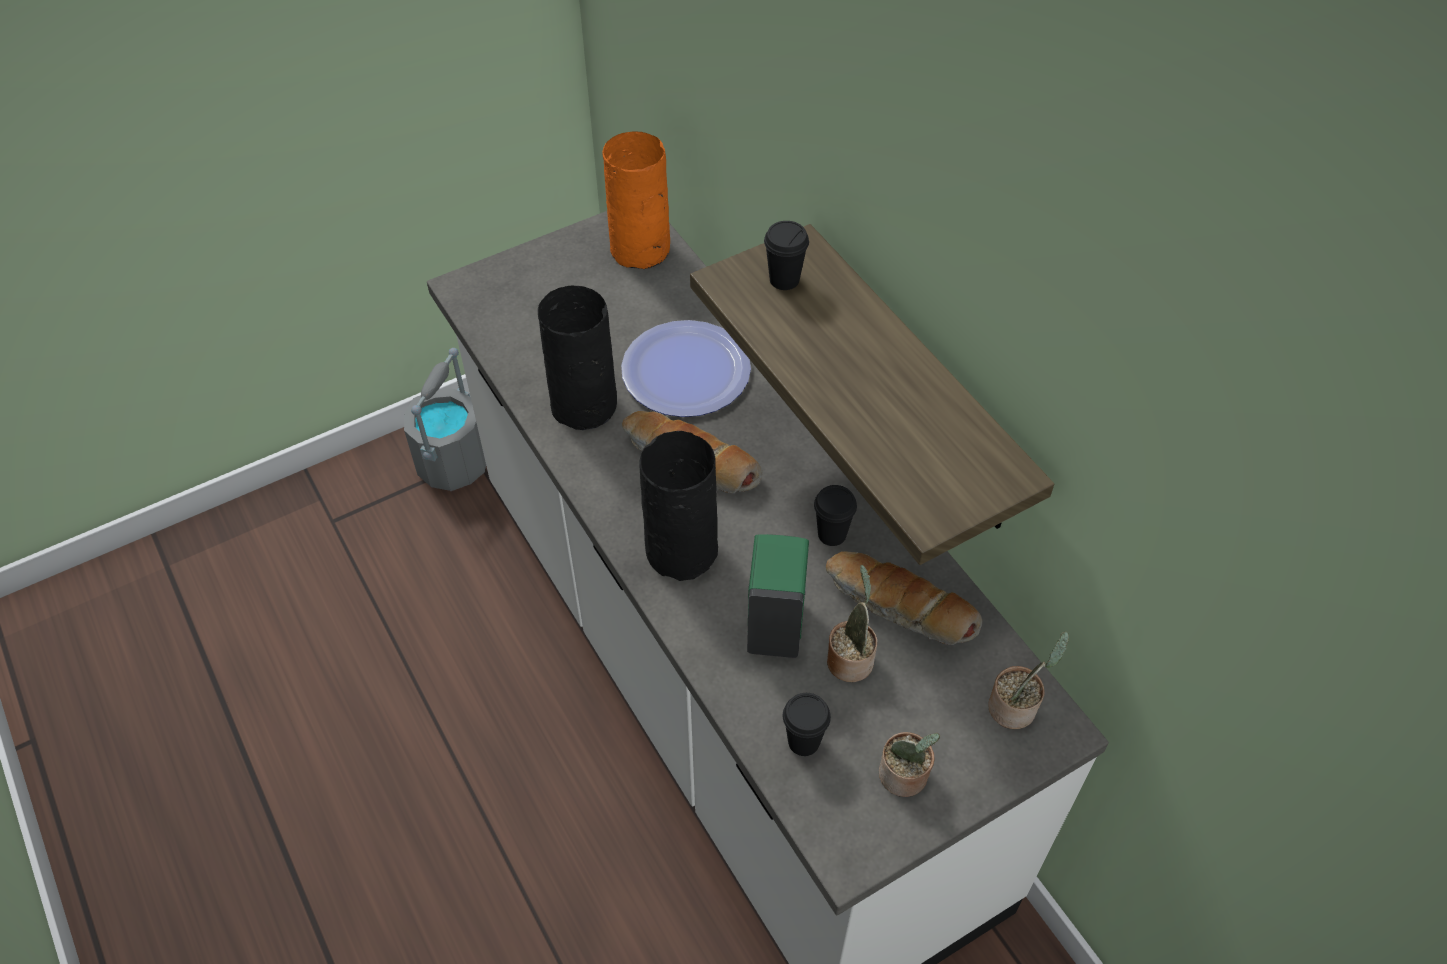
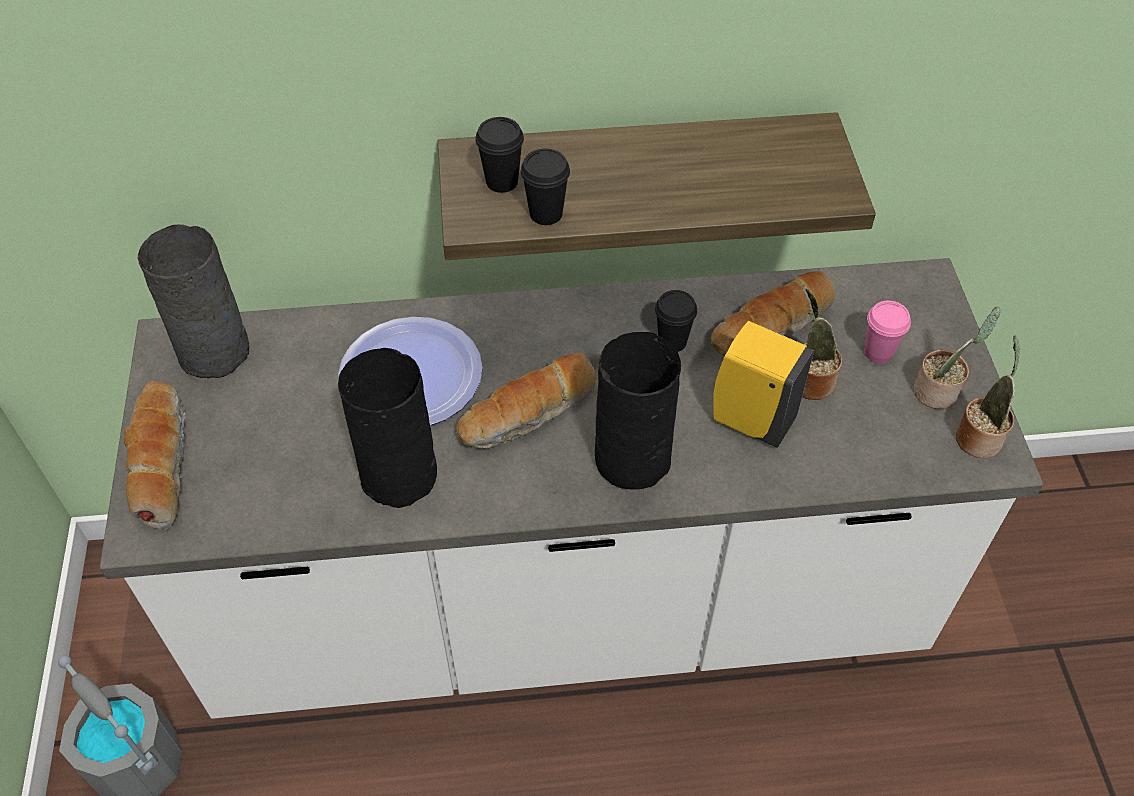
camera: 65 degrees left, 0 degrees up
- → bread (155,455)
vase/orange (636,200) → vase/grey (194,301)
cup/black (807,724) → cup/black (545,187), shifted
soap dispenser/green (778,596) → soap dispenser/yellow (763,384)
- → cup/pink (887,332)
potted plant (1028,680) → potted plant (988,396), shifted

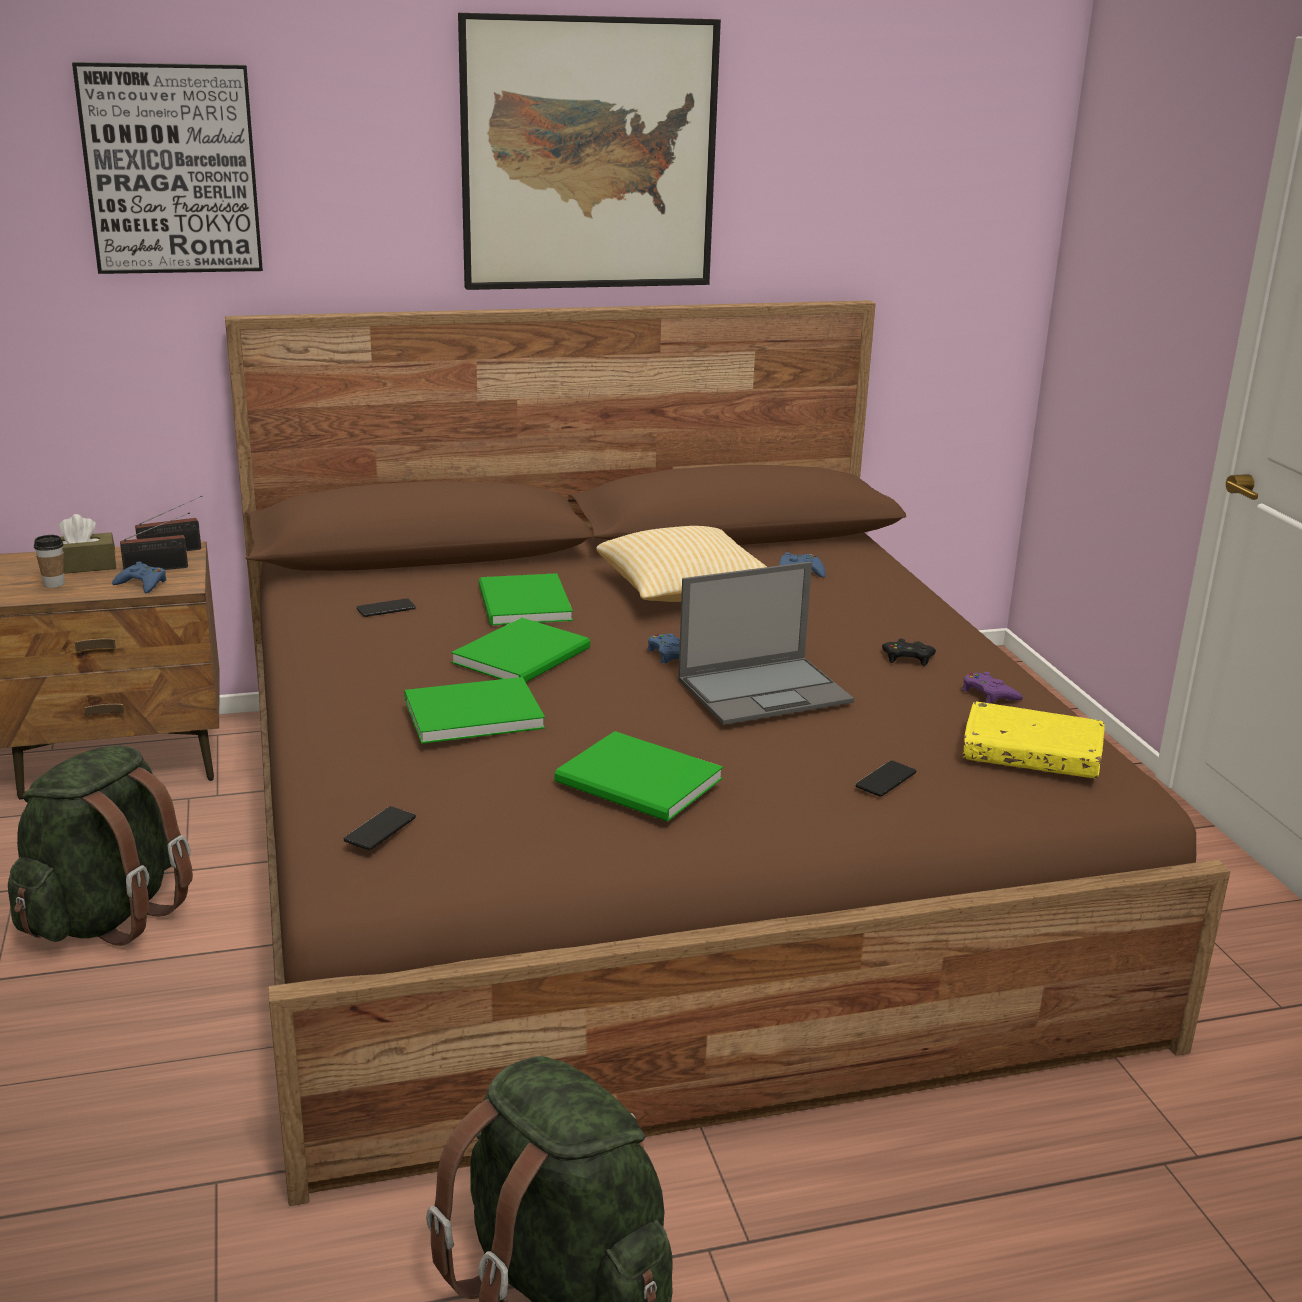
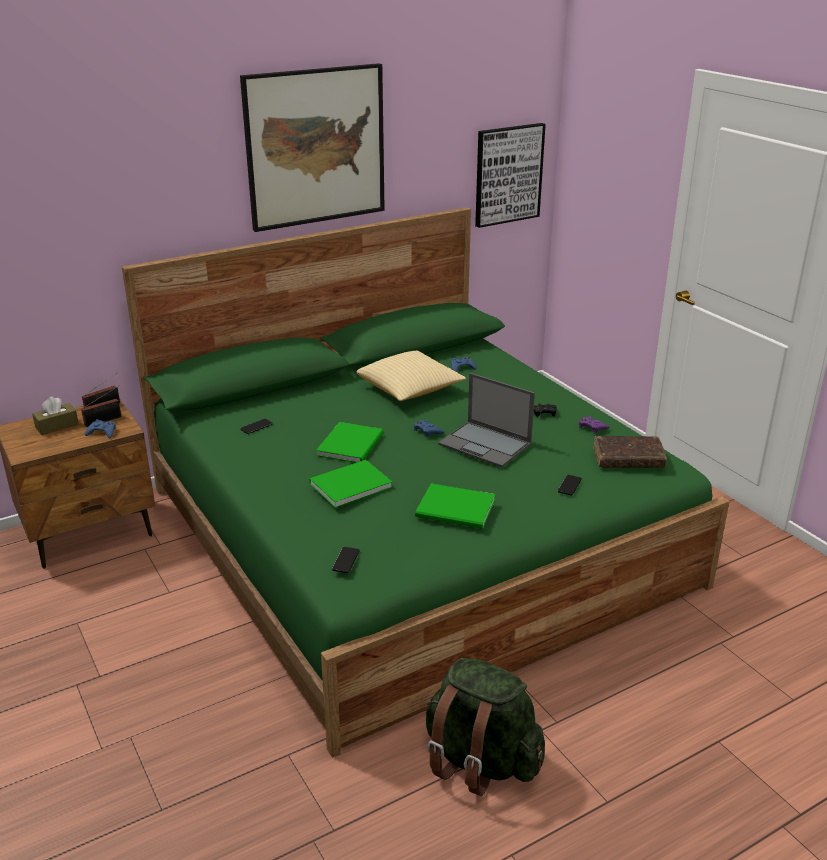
camera: 15 degrees left, 5 degrees up
bed/brown (727,753) → bed/green (425,482)
laptop (766,643) → laptop (486,420), 75 degrees clockwise
picture (167,168) → picture (510,175), shifted
book/yellow (1033,740) → book/brown (630,452)
backpack/green (100,845) → -
cup (49,561) → -
book/green (526,599) → -

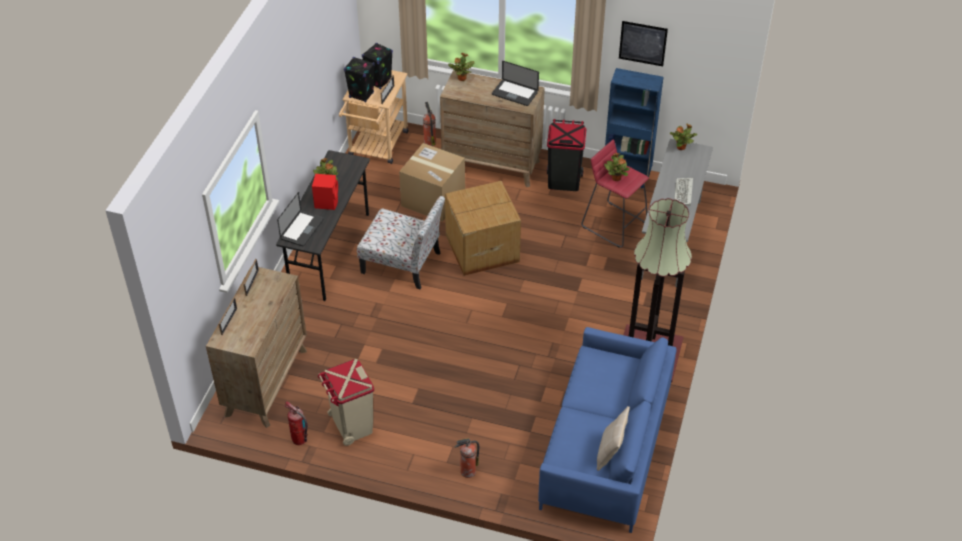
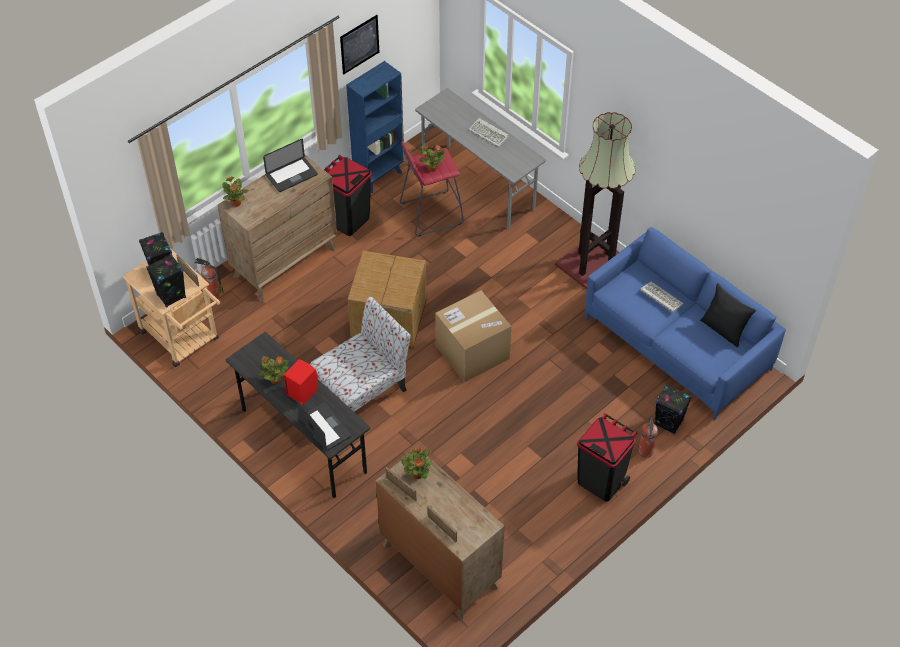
camera: 60 degrees left, 5 degrees up
potted plant (683,137) → potted plant (416,463), shifted
cardboard box (432,182) → cardboard box (473,336), shifted
- → trash can/black (607,457)
- → keyboard (662,297)
- → speaker/black (673,409)
pillow/beige (613,438) → pillow/black (728,315)
fire extinguisher (296,423) → -
trash can/beige (346,402) → -

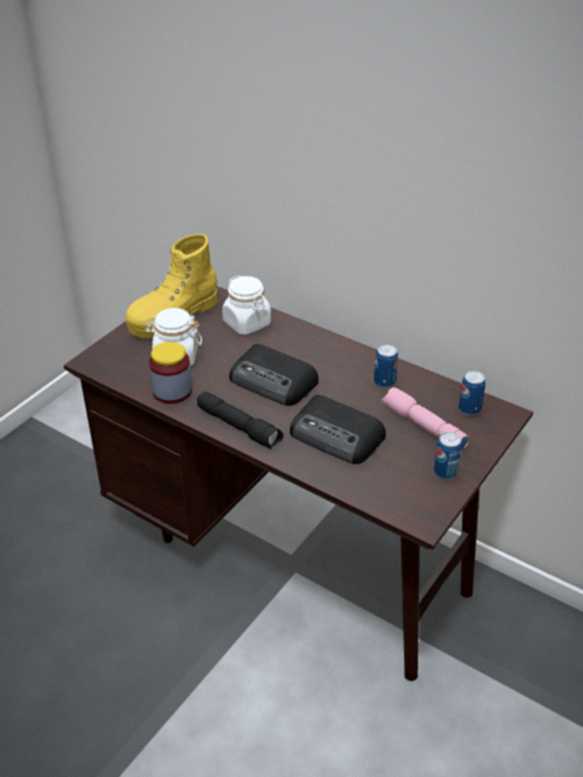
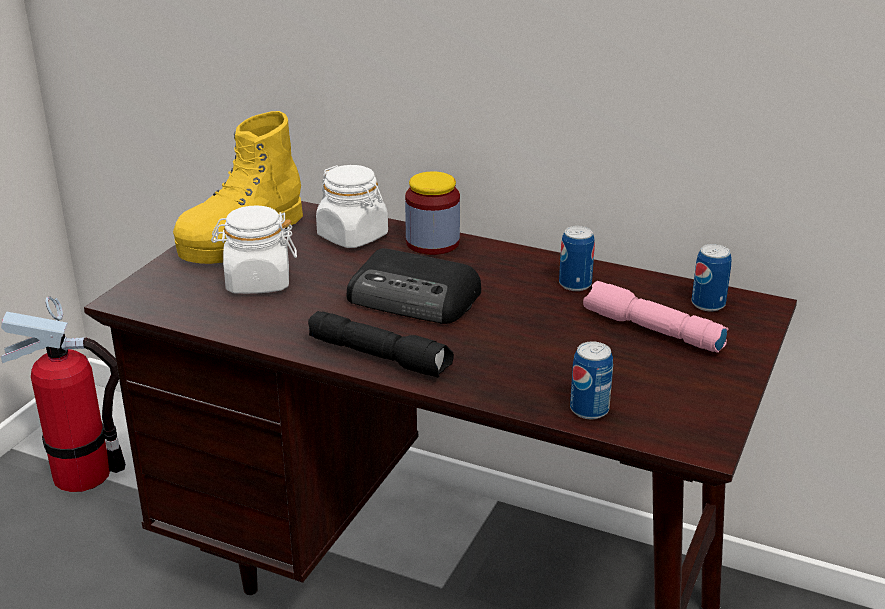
camera: 10 degrees left, 10 degrees down
- → fire extinguisher (63,394)
jar (170,373) → jar (432,213), shifted
can (447,455) → can (591,380), shifted
radio (338,429) → -

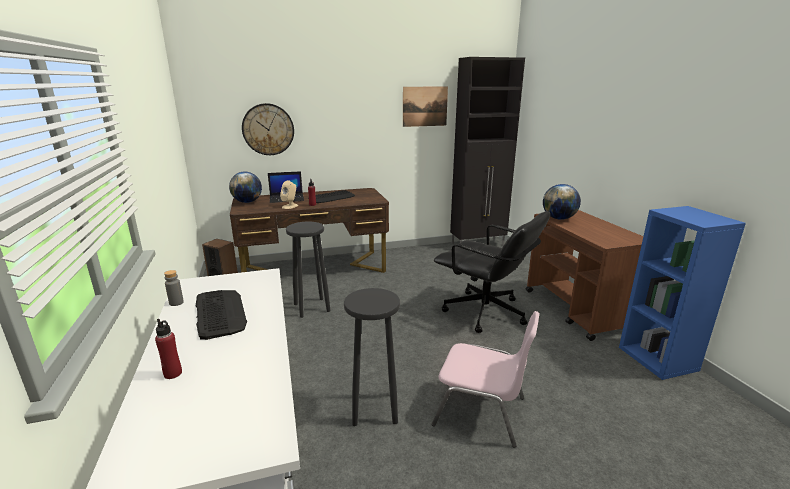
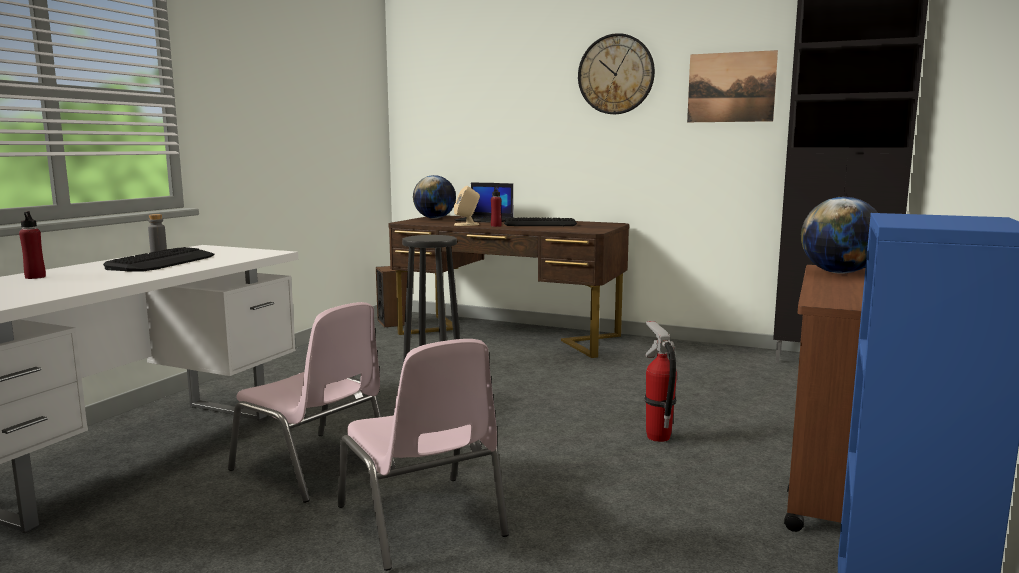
camera: 40 degrees right, 10 degrees down
stool/black (372,357) → chair/pink (304,402)
wall clock (268,129) → wall clock (616,73), shifted
office chair/black (492,272) → fire extinguisher (660,381)

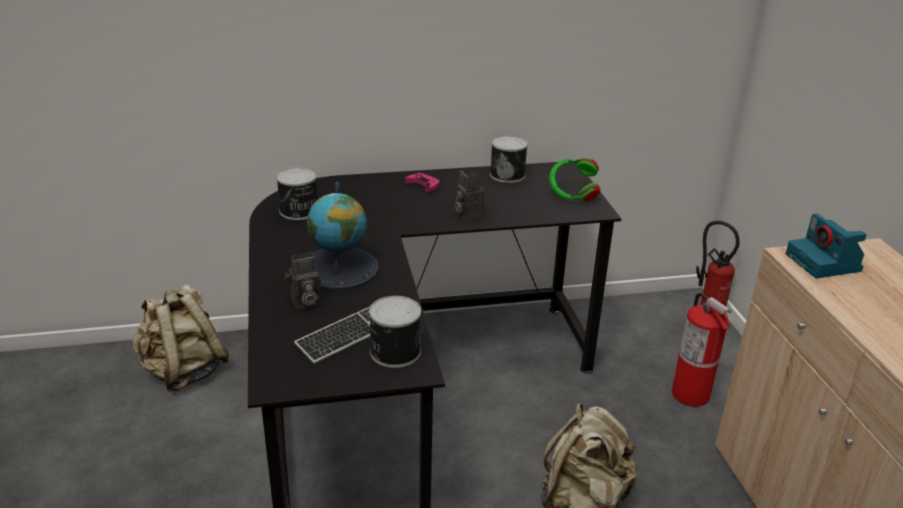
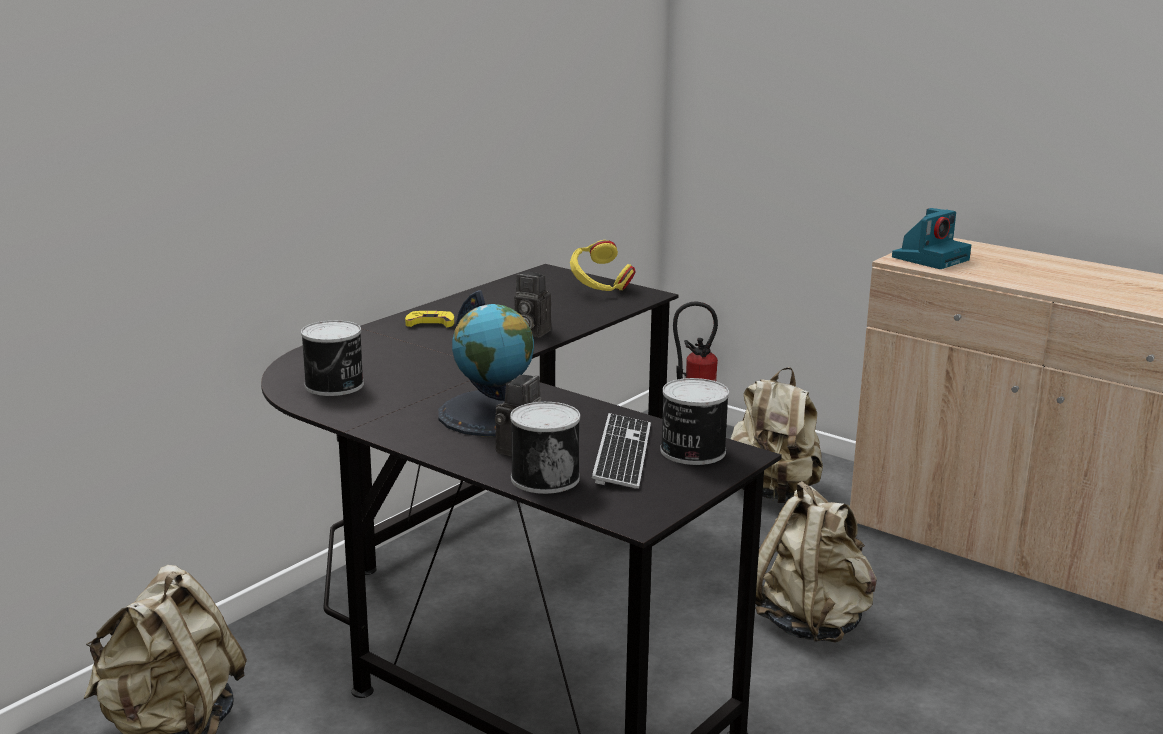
camera: 40 degrees left, 10 degrees down
game controller/pink (423,182) → game controller/yellow (429,319)
can (509,159) → can (545,448), shifted
headphones/green (574,179) → headphones/yellow (603,265)
fire extinguisher (702,350) → backpack/beige (777,435)
photo camera (826,246) → photo camera (931,238), 75 degrees counterclockwise

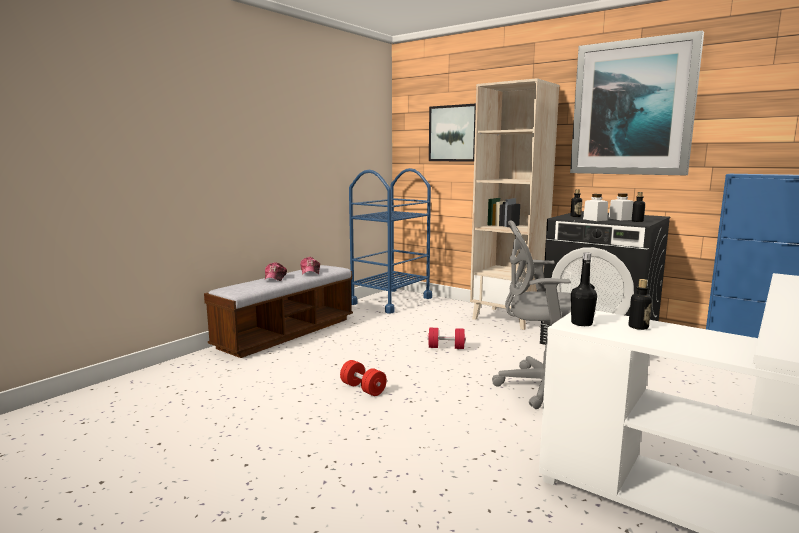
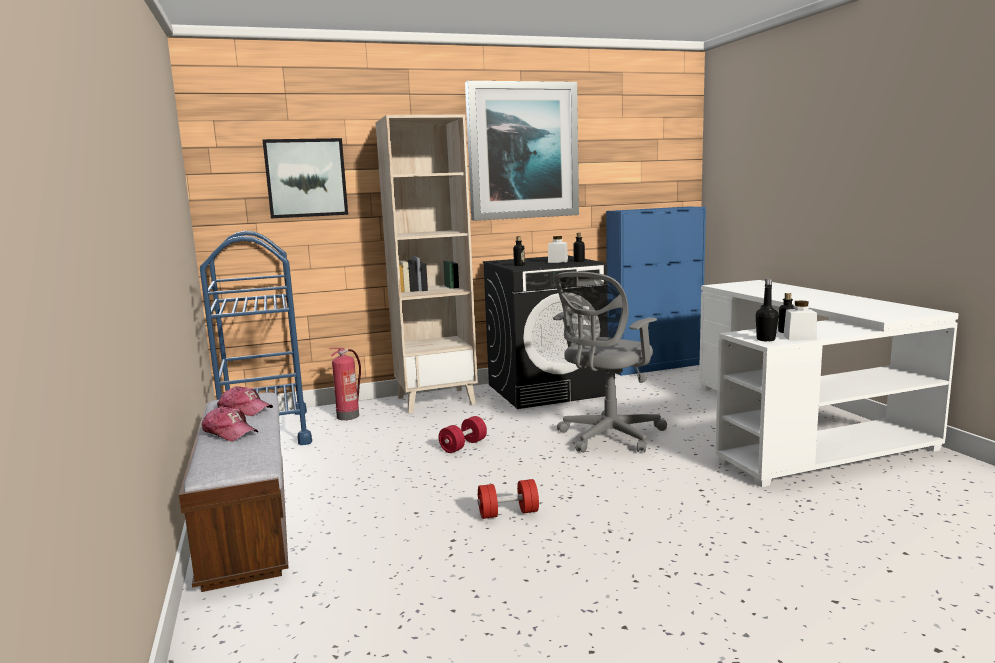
camera: 55 degrees left, 0 degrees up
- → fire extinguisher (345,384)
jar/white (595,207) → jar/white (800,320), shifted

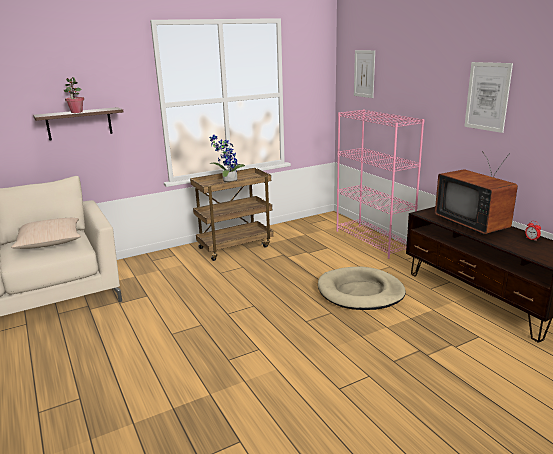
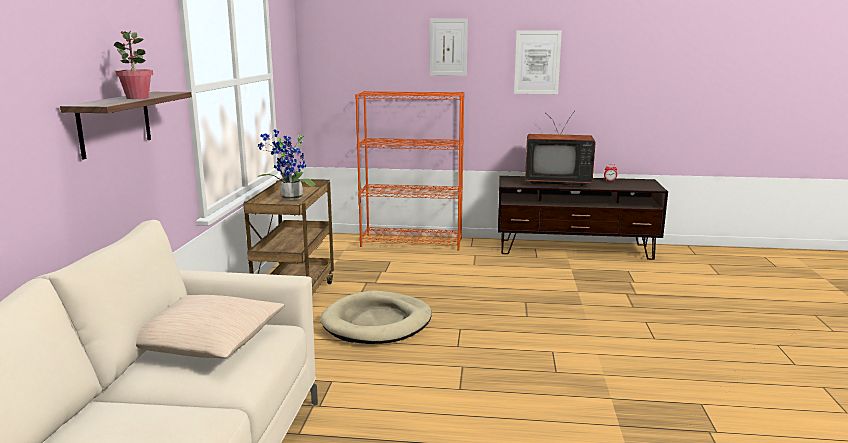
camera: 55 degrees left, 5 degrees down
dog bed/beige (362,288) → dog bed/beige (376,317), shifted
bookcase/pink (380,184) → bookcase/orange (410,171)
picture (364,74) → picture (449,47), shifted

